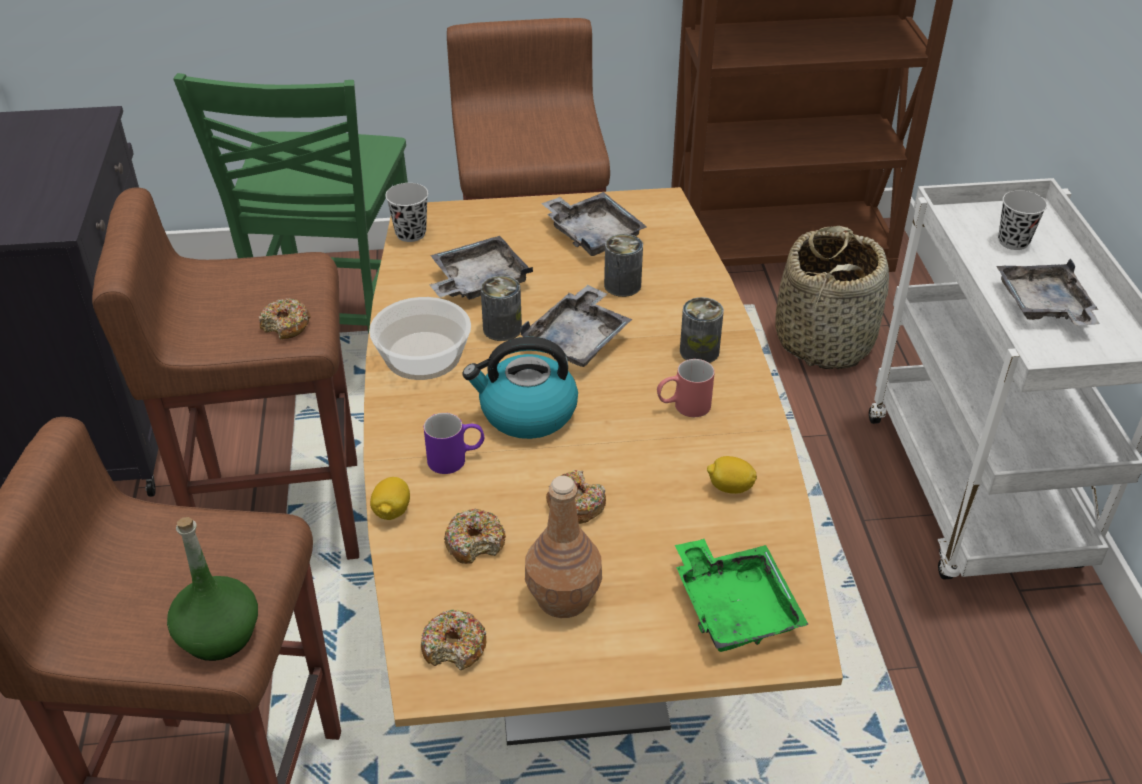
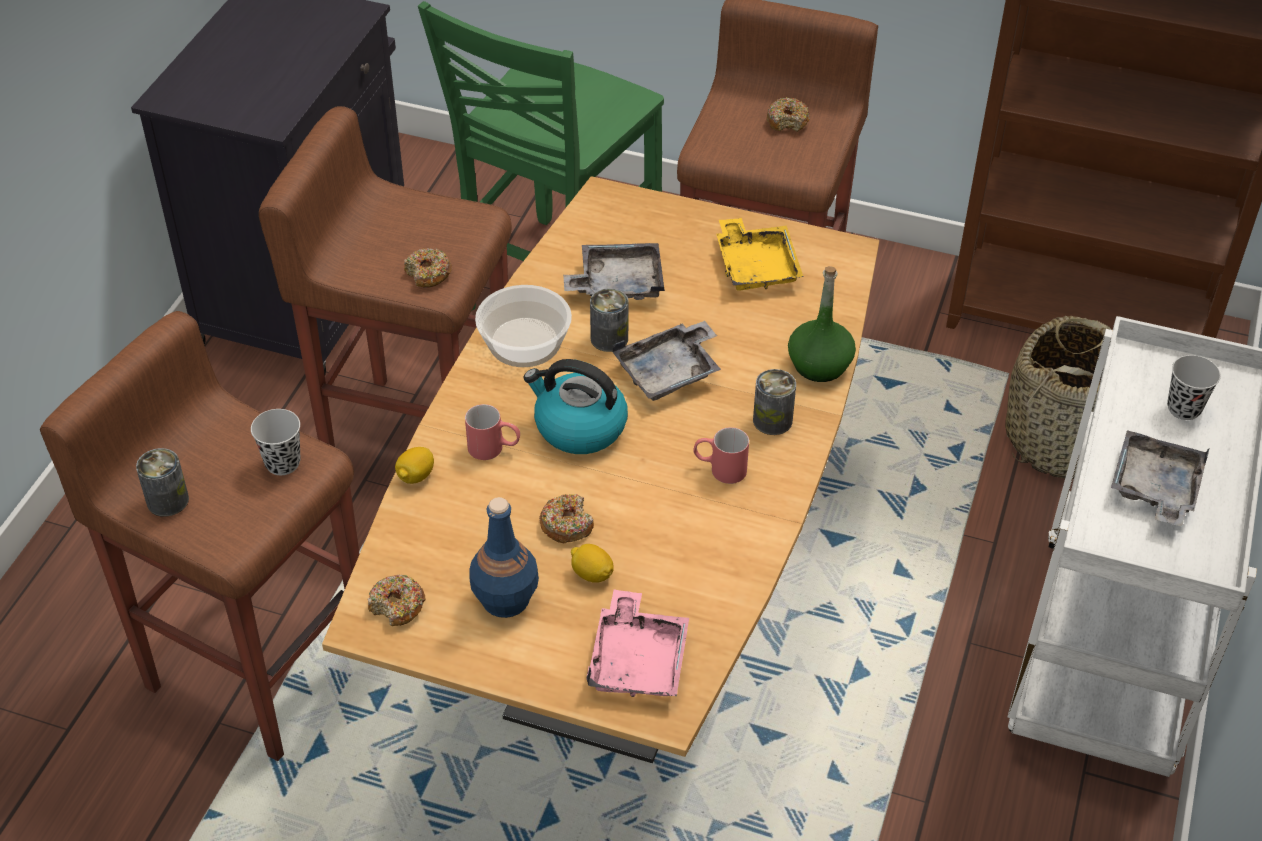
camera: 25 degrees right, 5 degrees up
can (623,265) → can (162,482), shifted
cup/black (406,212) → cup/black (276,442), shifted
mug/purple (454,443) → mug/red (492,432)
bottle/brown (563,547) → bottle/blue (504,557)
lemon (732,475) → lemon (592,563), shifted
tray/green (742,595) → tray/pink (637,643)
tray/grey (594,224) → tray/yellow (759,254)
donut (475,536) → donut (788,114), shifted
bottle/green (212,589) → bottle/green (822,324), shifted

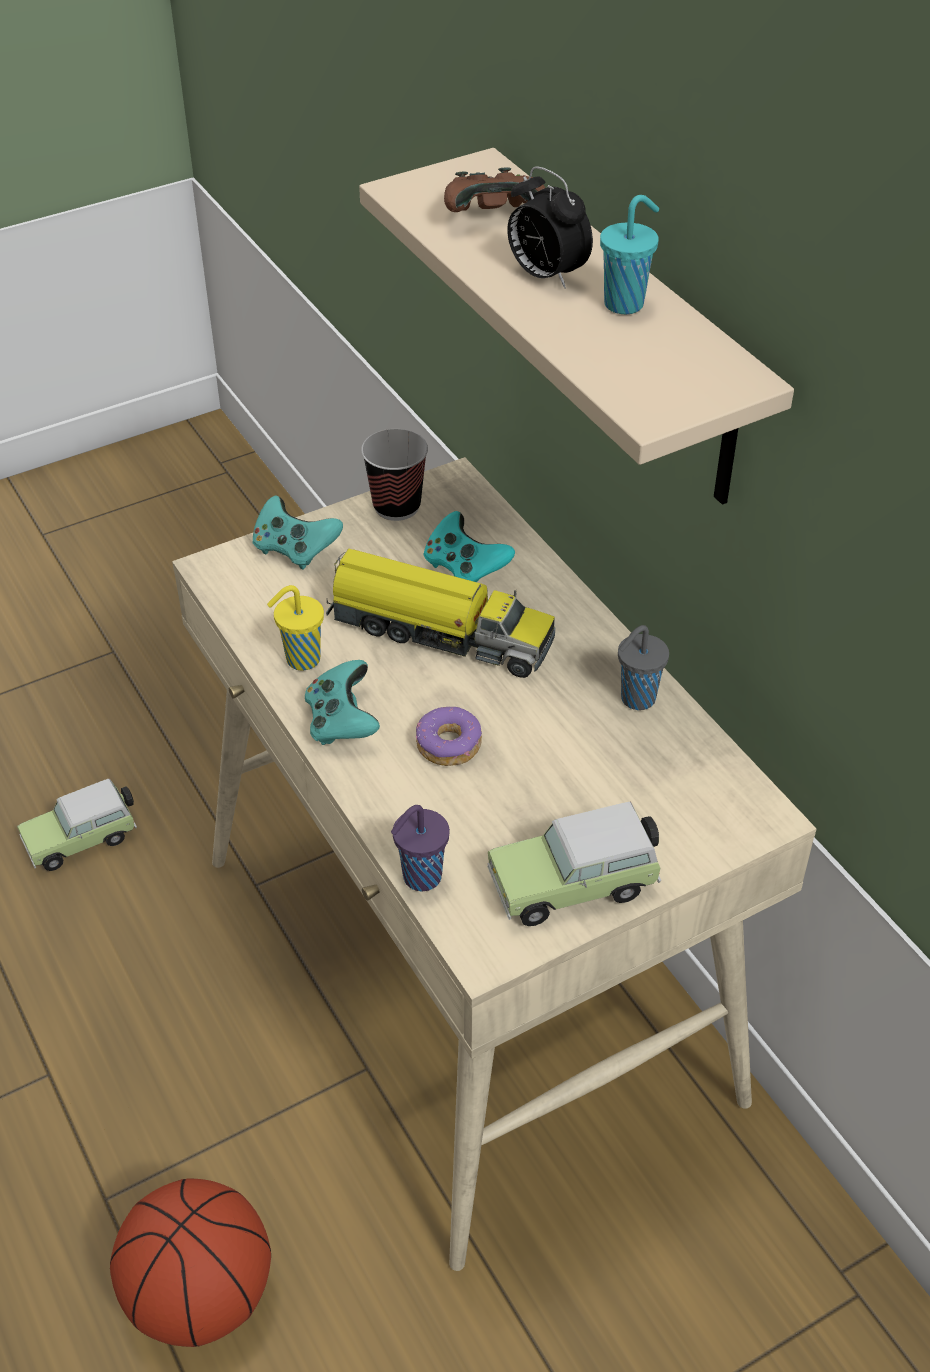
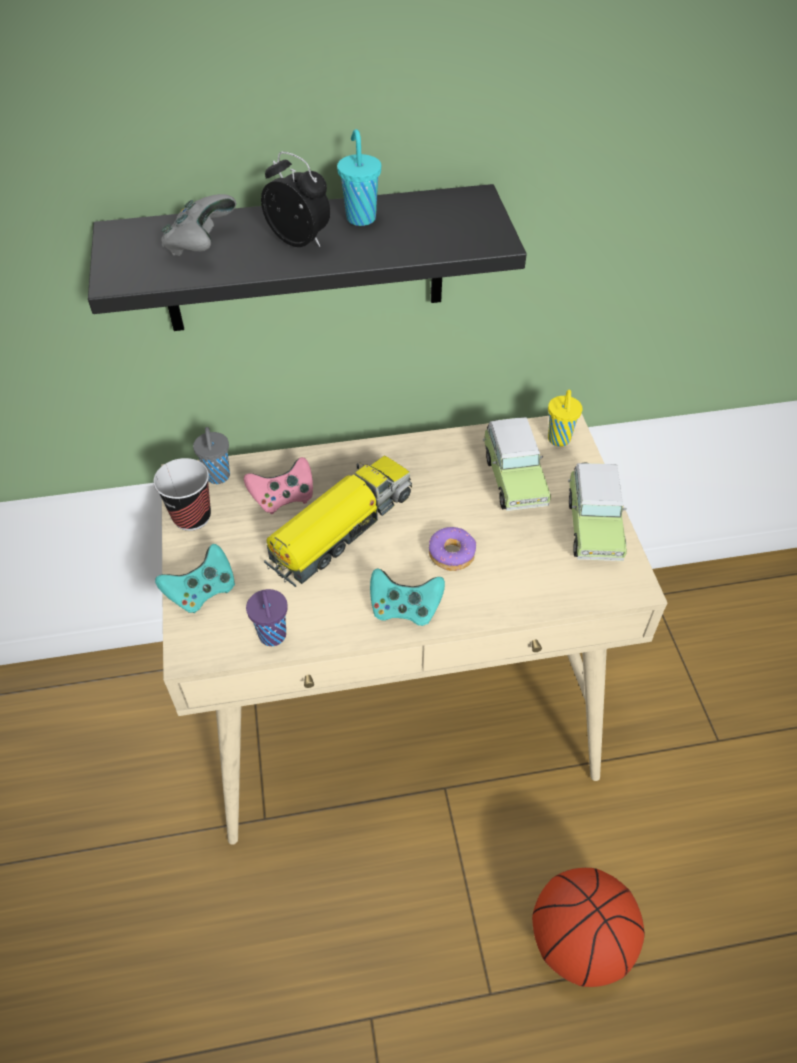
camera: 70 degrees left, 5 degrees up
shelf/beige (576,326) → shelf/black (307,257)
game controller/brown (494,189) → game controller/grey (198,225)
cup/grey (643,667) → cup/grey (211,455), shifted
game controller/turquoise (469,546) → game controller/pink (278,485)
cup/purple (420,848) → cup/purple (267,617), shifted
alarm clock (550,227) → alarm clock (295,199), 120 degrees counterclockwise
toy car (77,825) → toy car (517,464), shifted
cup/yellow (295,628) → cup/yellow (565,418), shifted

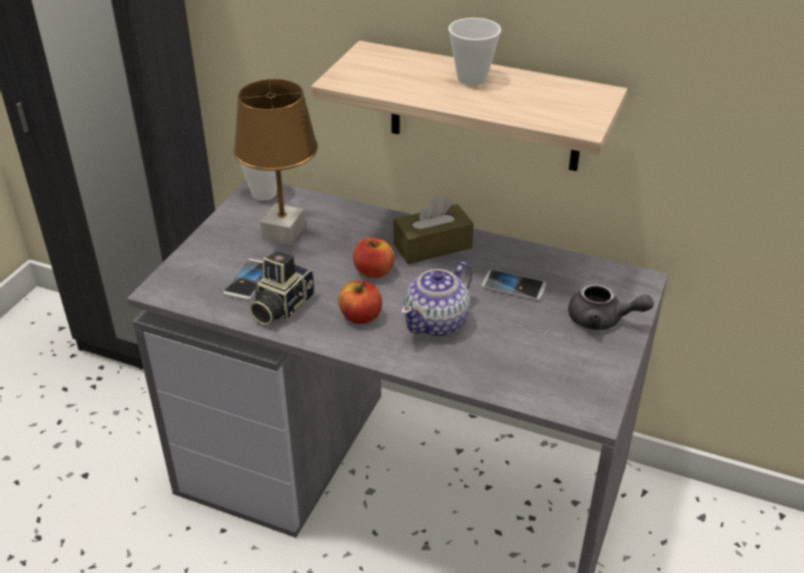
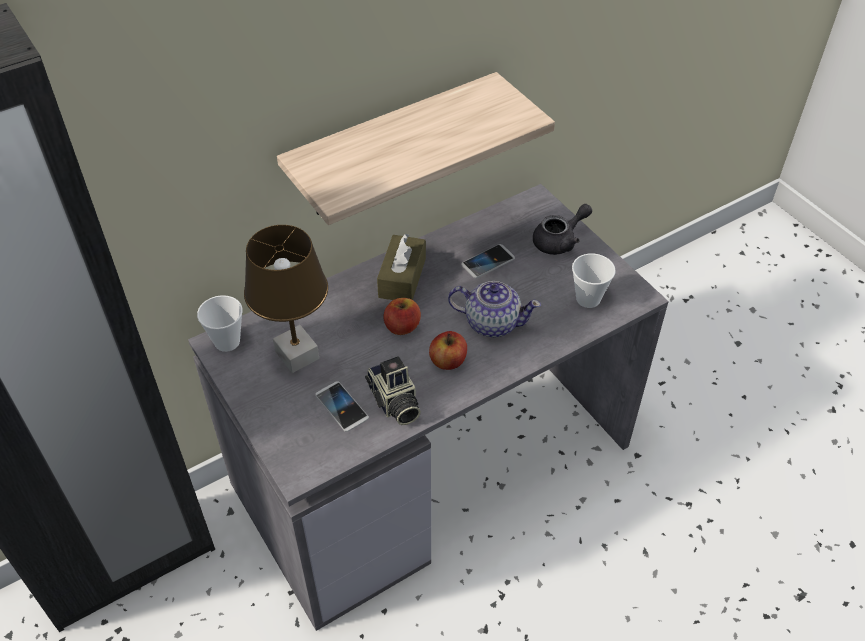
camera: 55 degrees left, 10 degrees up
teapot (436,299) → teapot (494,309), 60 degrees counterclockwise
cup (474,52) → cup (594,280), shifted

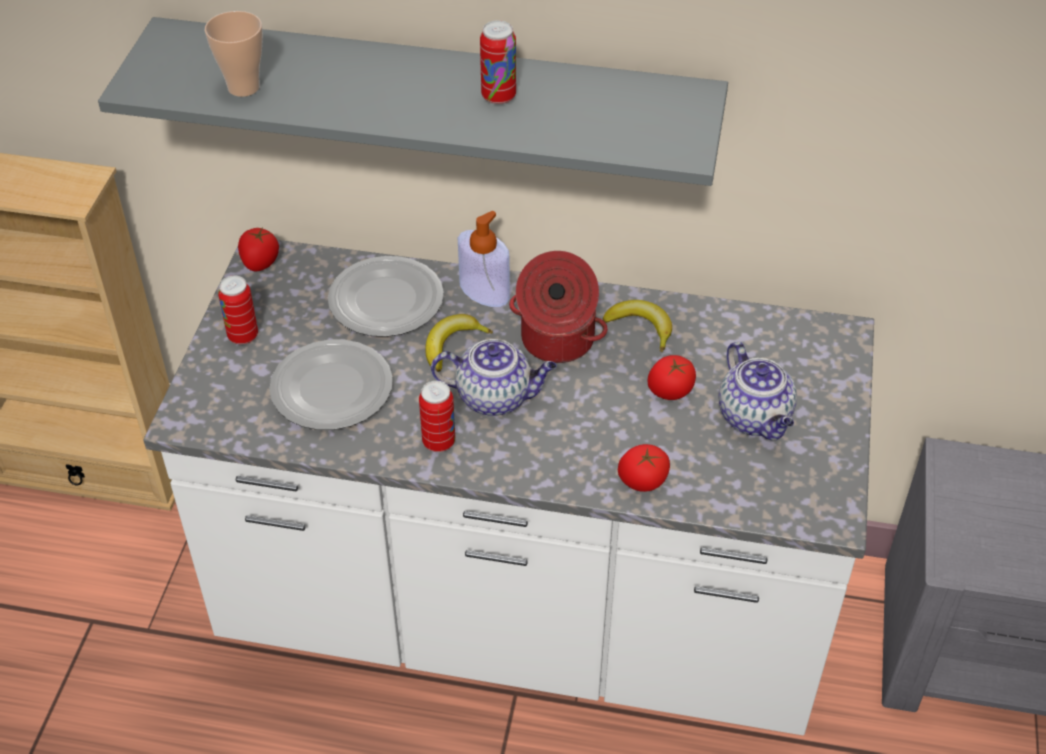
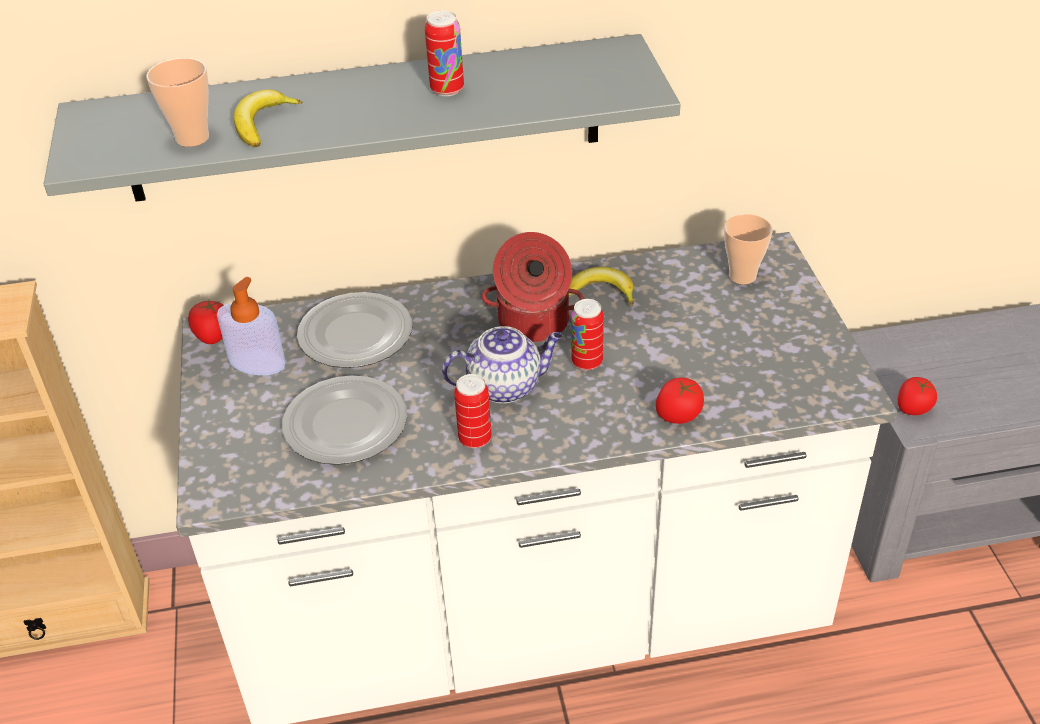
camera: 20 degrees left, 5 degrees down
soap dispenser (484,259) → soap dispenser (251,326), shifted
banana (459,343) → banana (268,118), shifted
can (238,309) → can (587,334), shifted
- → cup (748,249)
tomato (671,377) → tomato (917,396), shifted
teapot (758,391) → -

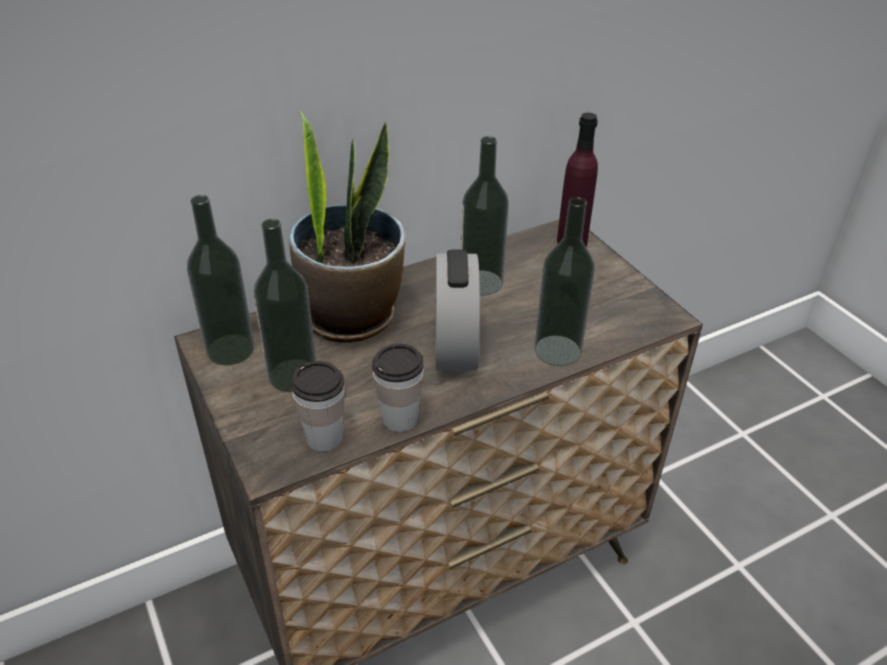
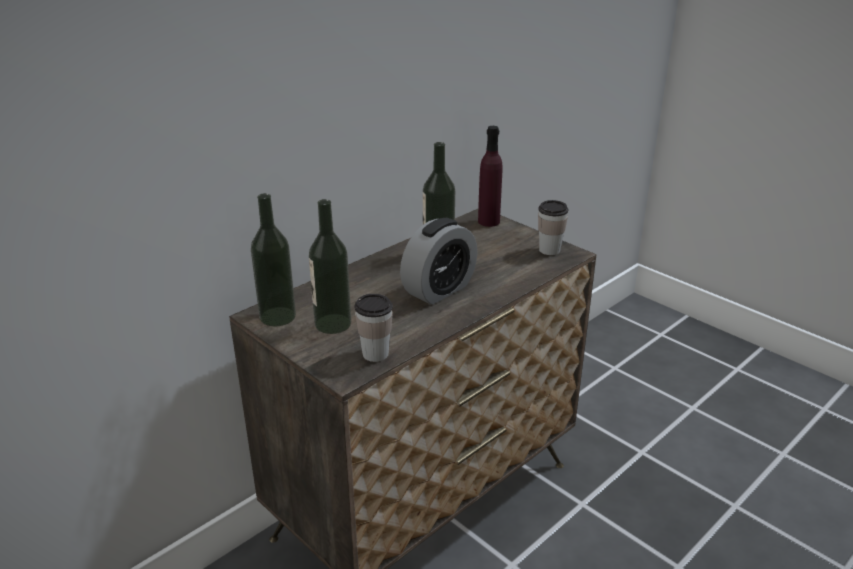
camera: 15 degrees left, 10 degrees down
alarm clock (457,310) → alarm clock (438,261), 120 degrees counterclockwise
cup (398,388) → cup (553,227), shifted
potted plant (347,226) → -
bottle (564,281) → -

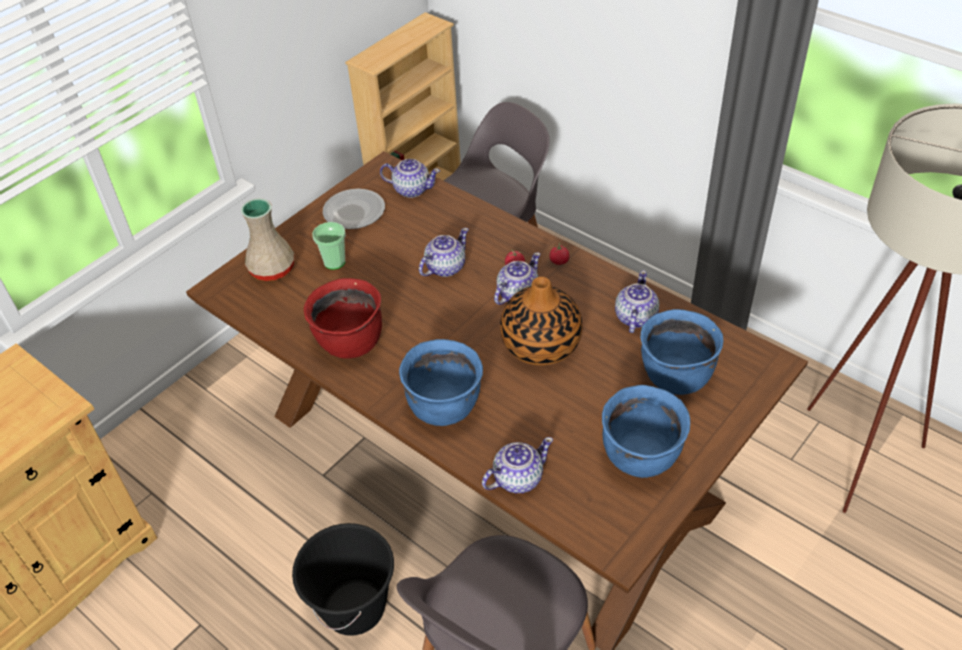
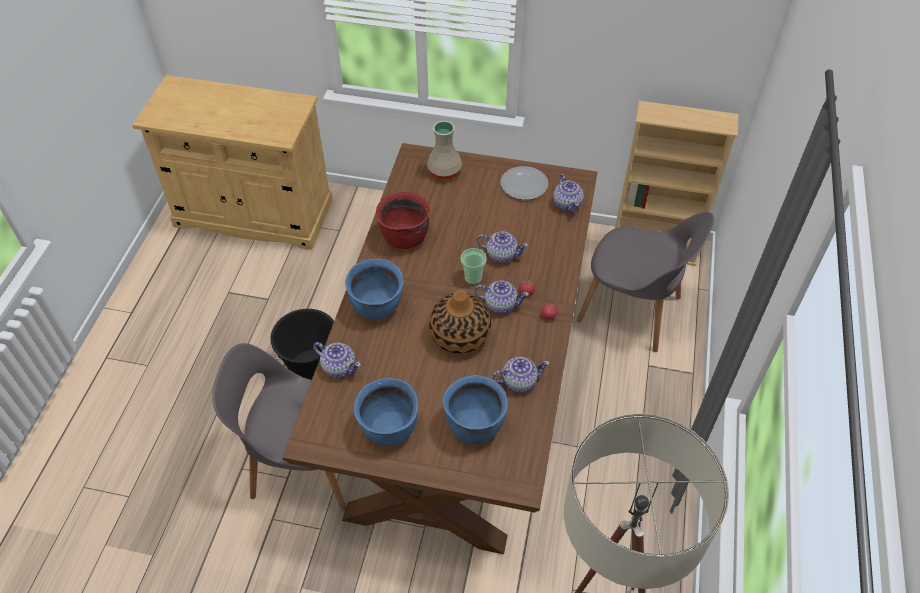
camera: 60 degrees right, 5 degrees up
cup (329,246) → cup (474,266), shifted

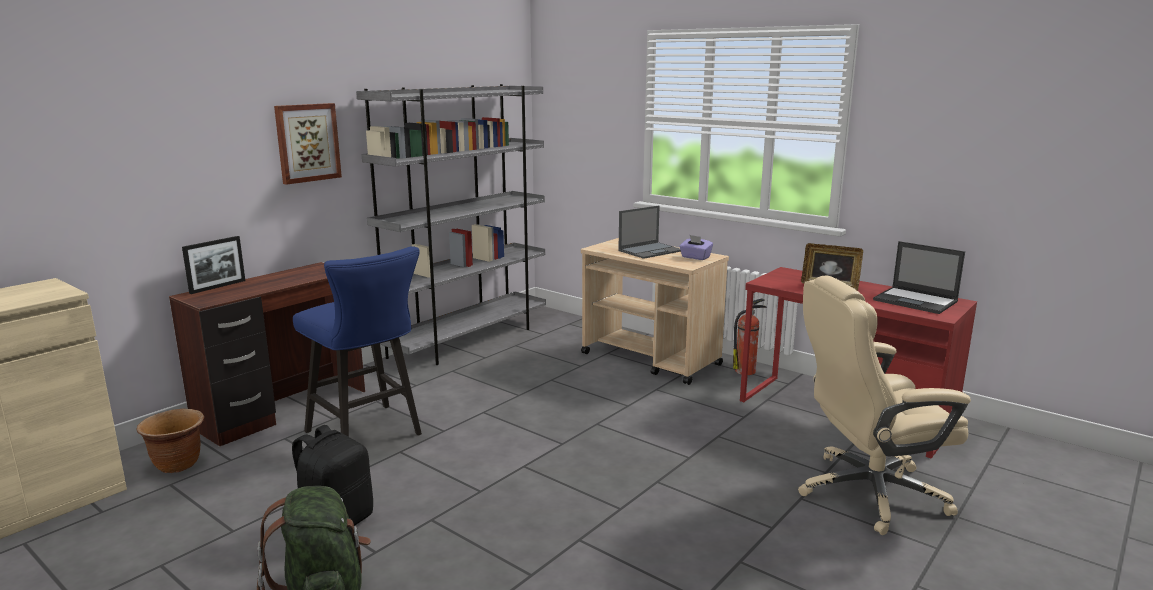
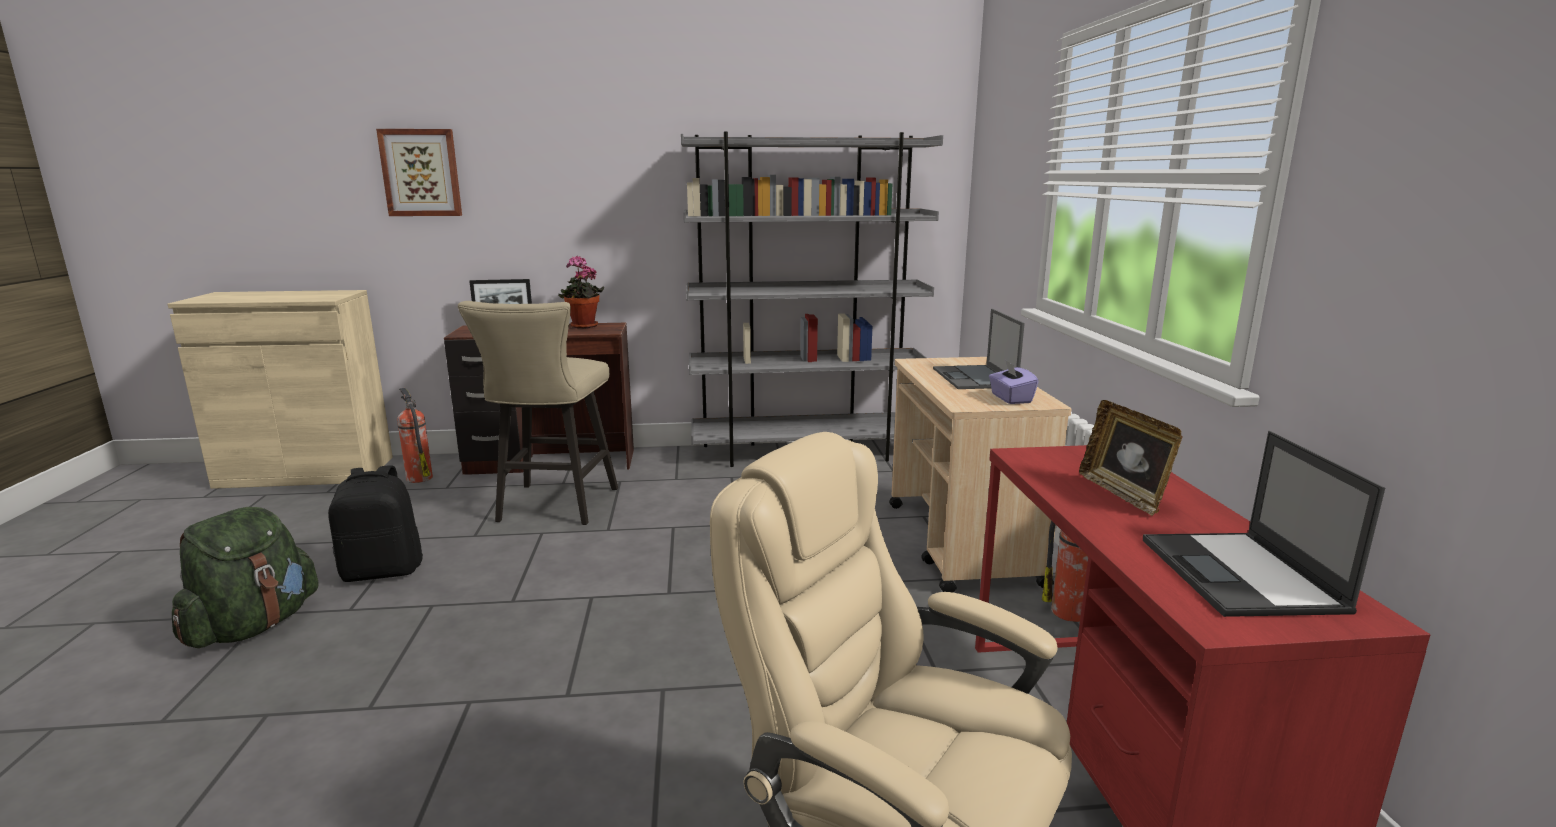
camera: 45 degrees right, 0 degrees up
picture (308,144) → picture (419,172), shifted
planter/brown (170,441) → fire extinguisher (415,435)
stool/blue (357,341) → stool/beige (538,413)
- → potted plant (581,292)
laptop (649,232) → laptop (979,349), 75 degrees clockwise

